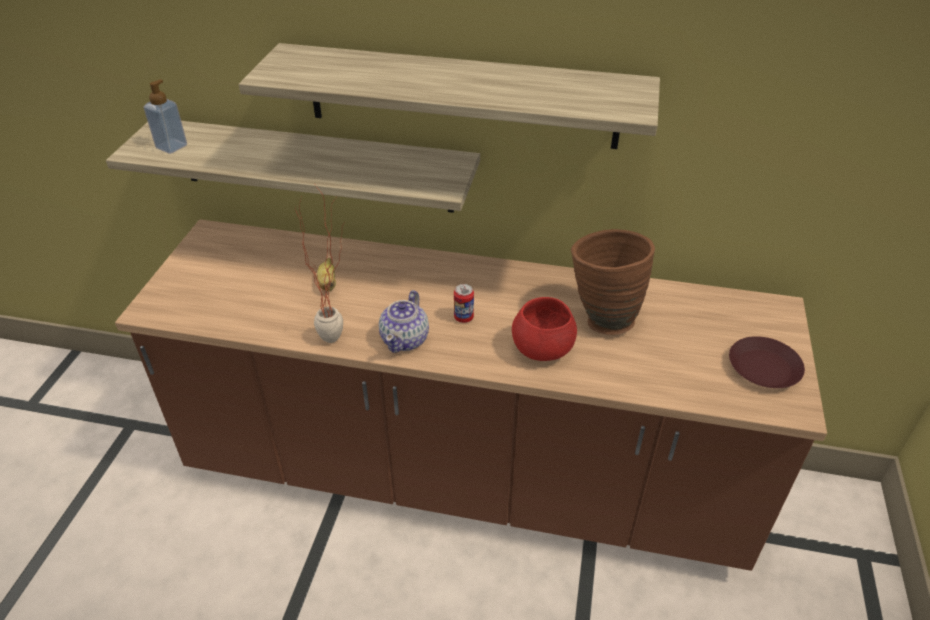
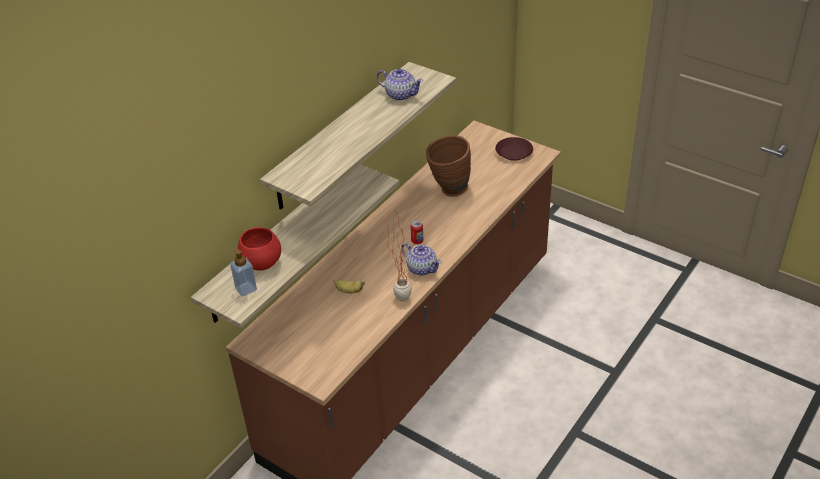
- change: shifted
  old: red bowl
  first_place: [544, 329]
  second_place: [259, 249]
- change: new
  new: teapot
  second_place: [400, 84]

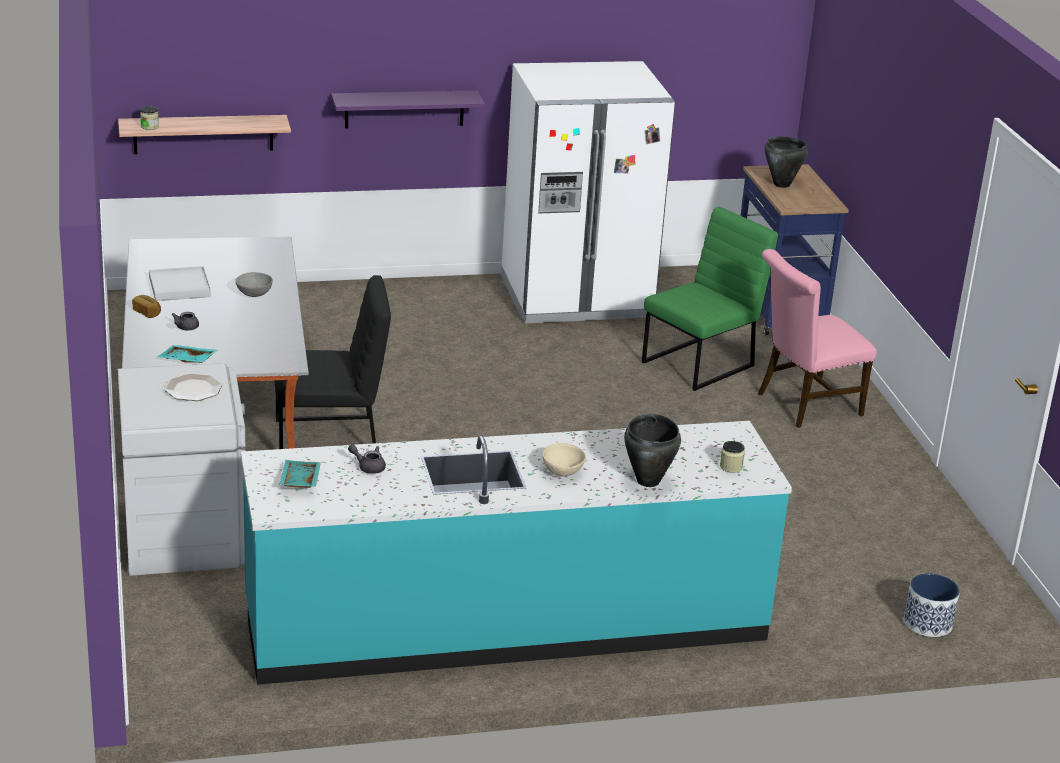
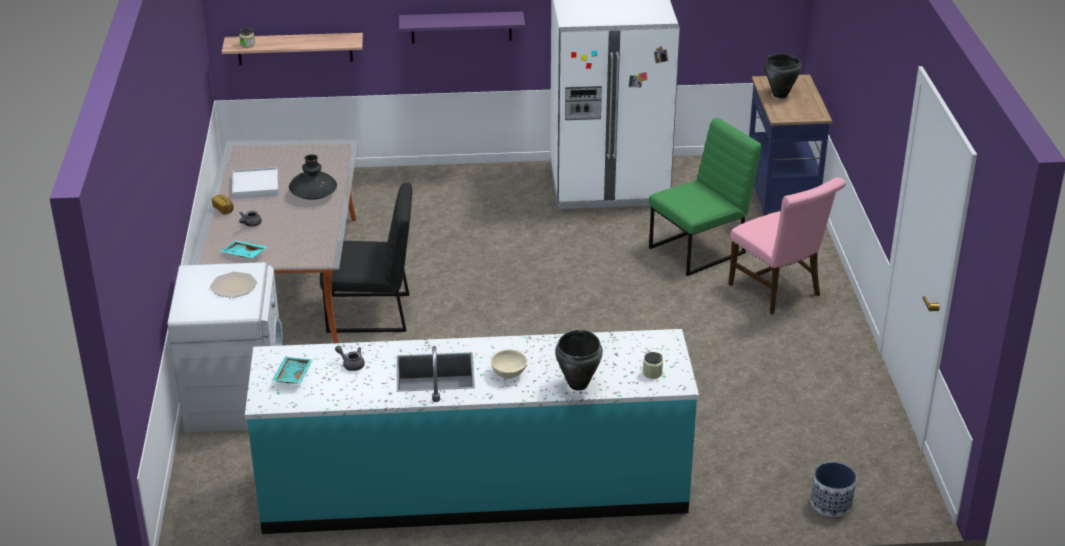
- change: swapped
  old: grey bowl
  new: black vase
  first_place: [254, 284]
  second_place: [313, 177]
- change: rotated
  old: pink chair
  first_place: [817, 338]
  second_place: [787, 246]
  degrees: -105

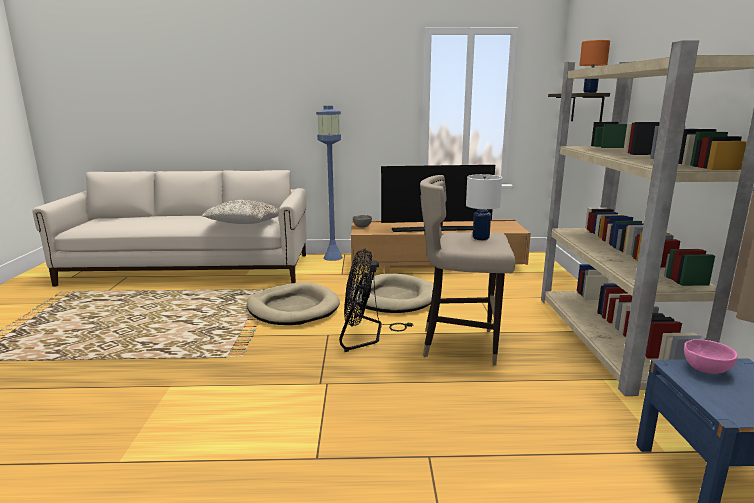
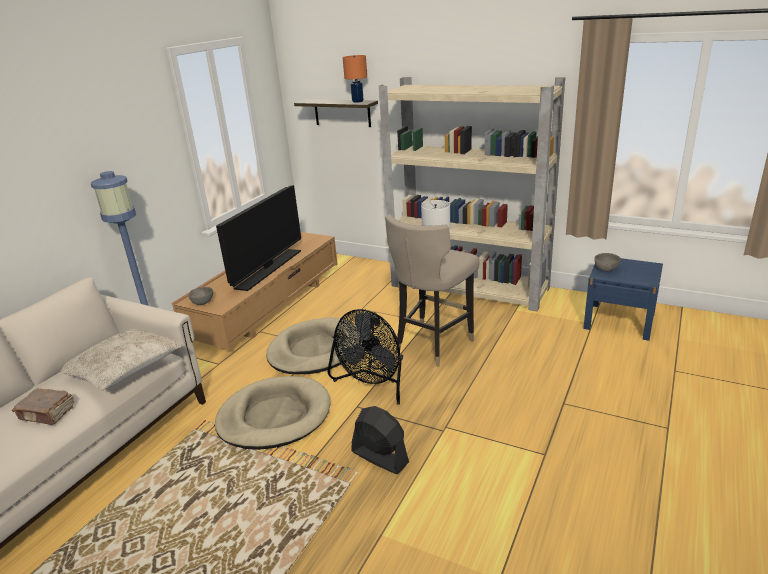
- change: new
  new: brown book
  second_place: [43, 407]
- change: new
  new: black fan
  second_place: [380, 440]
- change: repainted
  old: pink bowl
  new: grey bowl
  first_place: [711, 356]
  second_place: [607, 262]

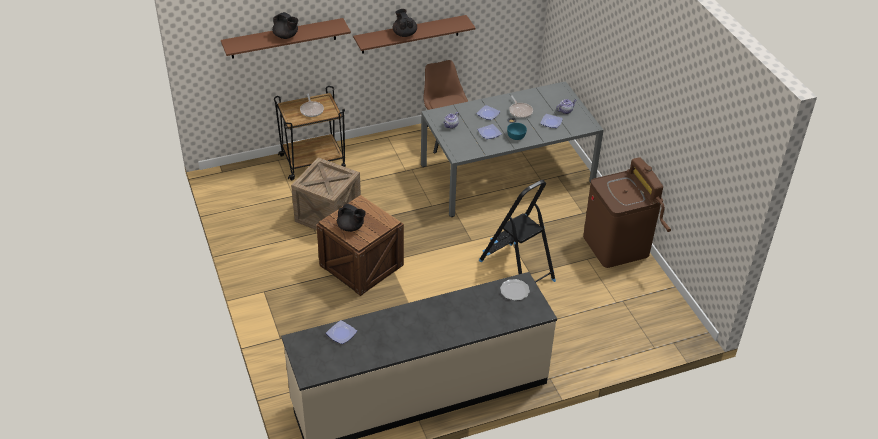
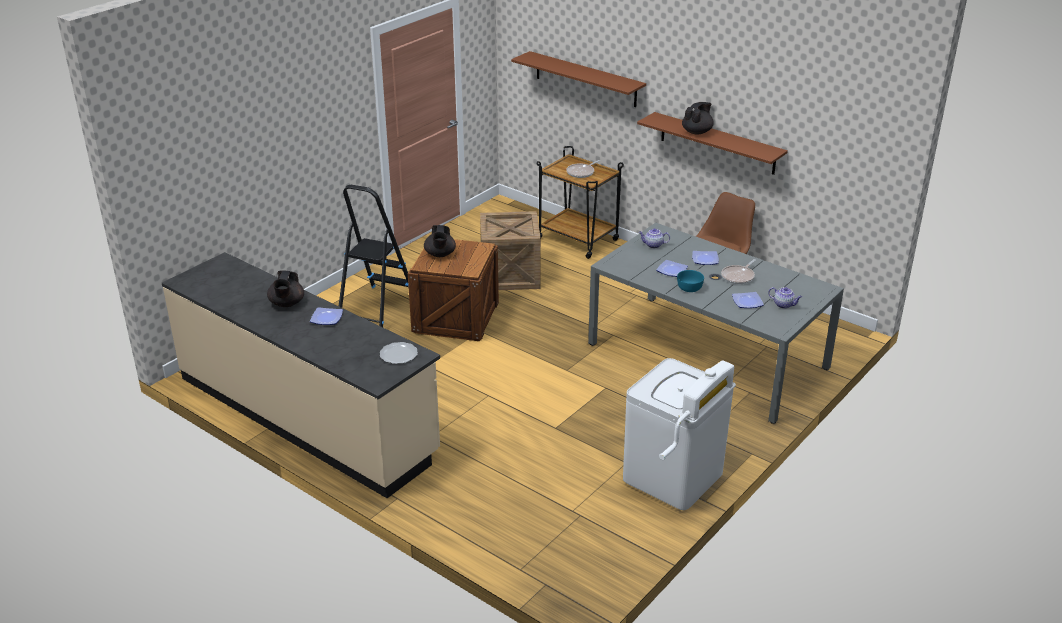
- change: shifted
  old: black teapot
  first_place: [285, 25]
  second_place: [285, 288]
- change: shifted
  old: plate
  first_place: [341, 332]
  second_place: [326, 316]
- change: shifted
  old: black step ladder
  first_place: [517, 231]
  second_place: [373, 256]
- change: repainted
  old: brown washing machine
  new: white washing machine
  first_place: [627, 212]
  second_place: [679, 434]

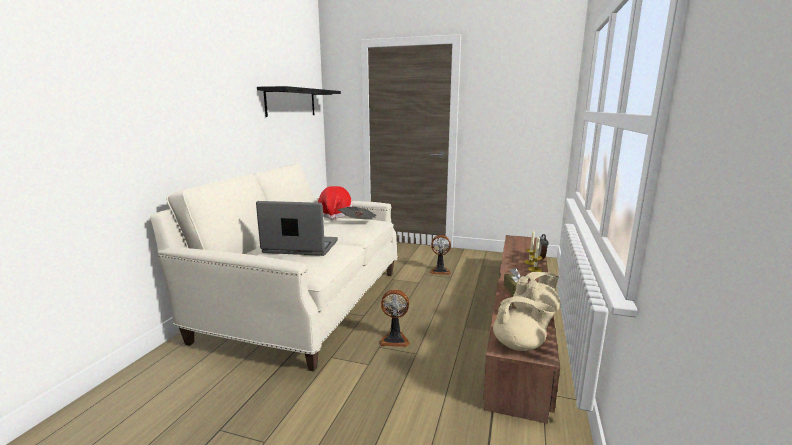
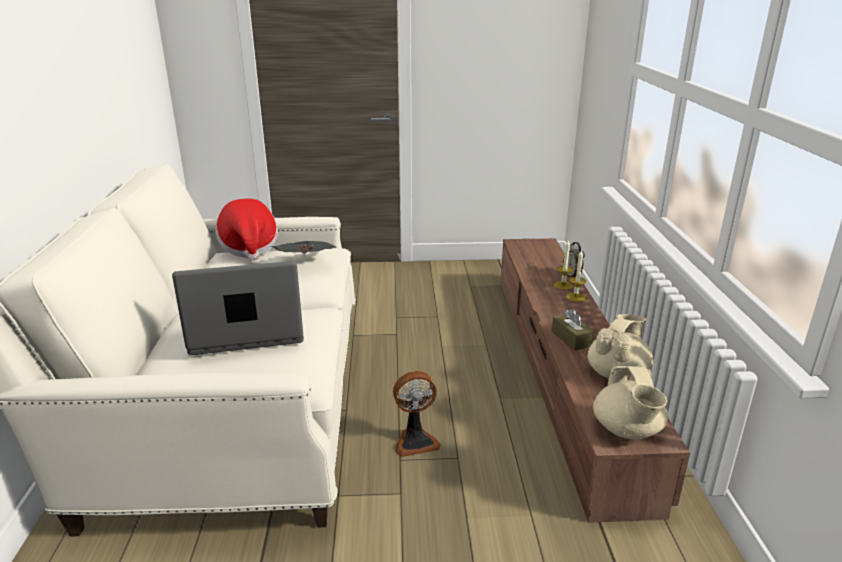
- change: rotated
  old: beige teapot
  first_place: [524, 323]
  second_place: [630, 402]
  degrees: 90
- change: gone
  old: black shelf
  first_place: [299, 101]
- change: gone
  old: fan
  first_place: [440, 255]

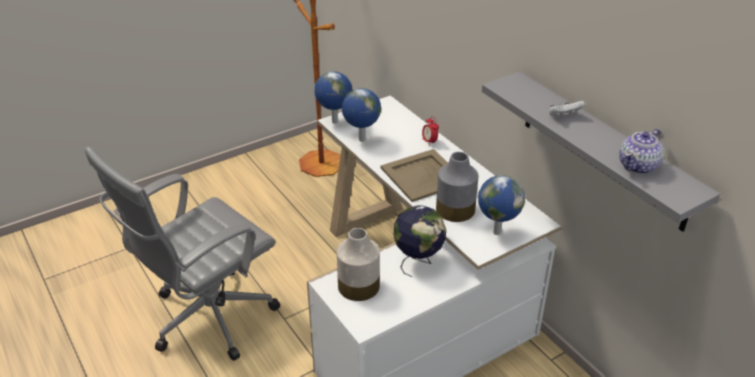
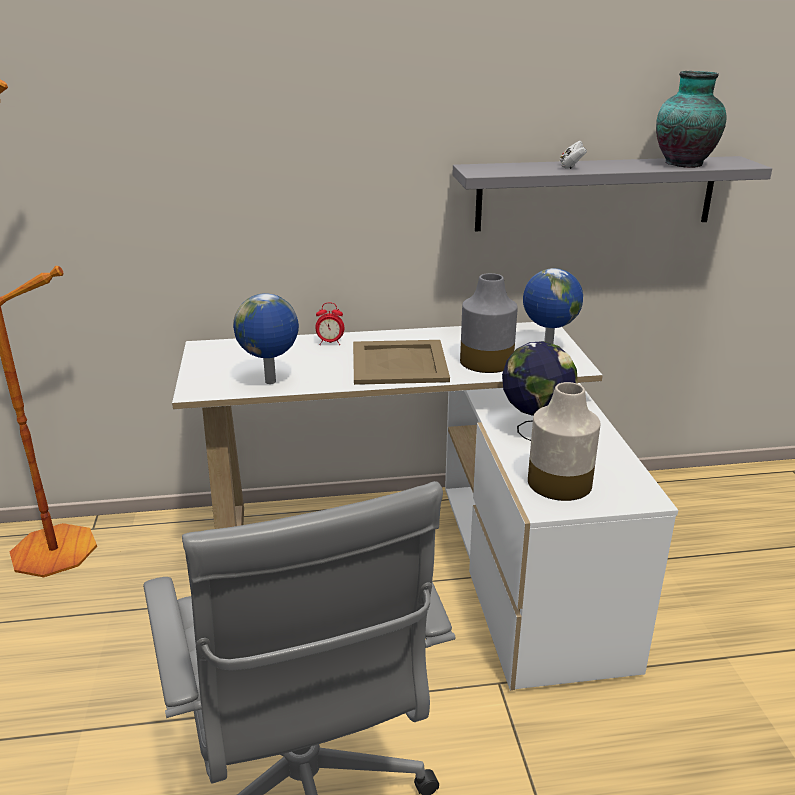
- change: swapped
  old: teapot
  new: vase
  first_place: [641, 151]
  second_place: [691, 119]
- change: gone
  old: globe
  first_place: [333, 97]

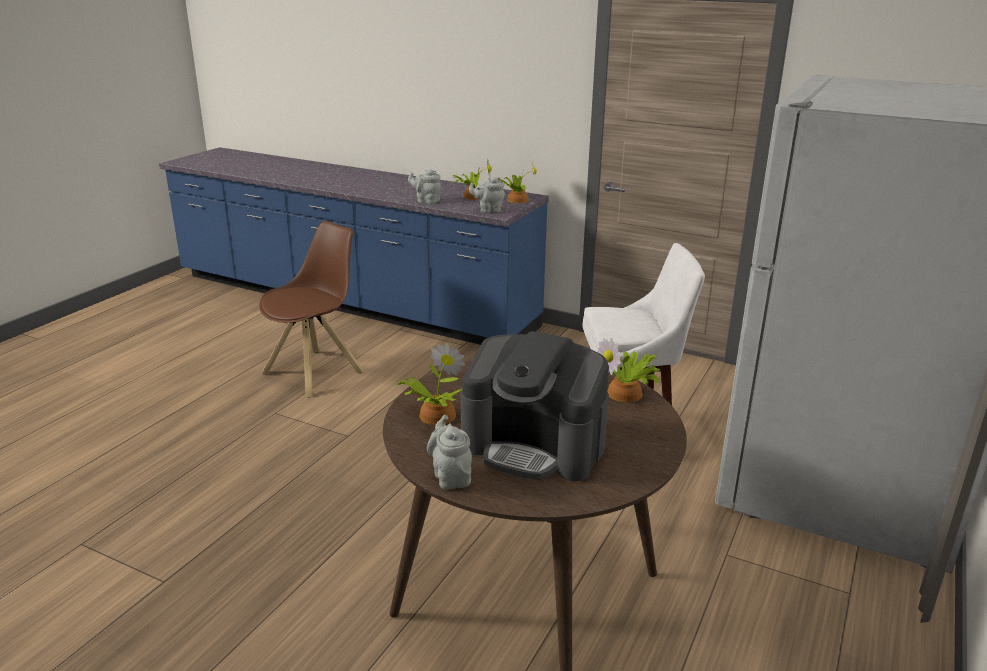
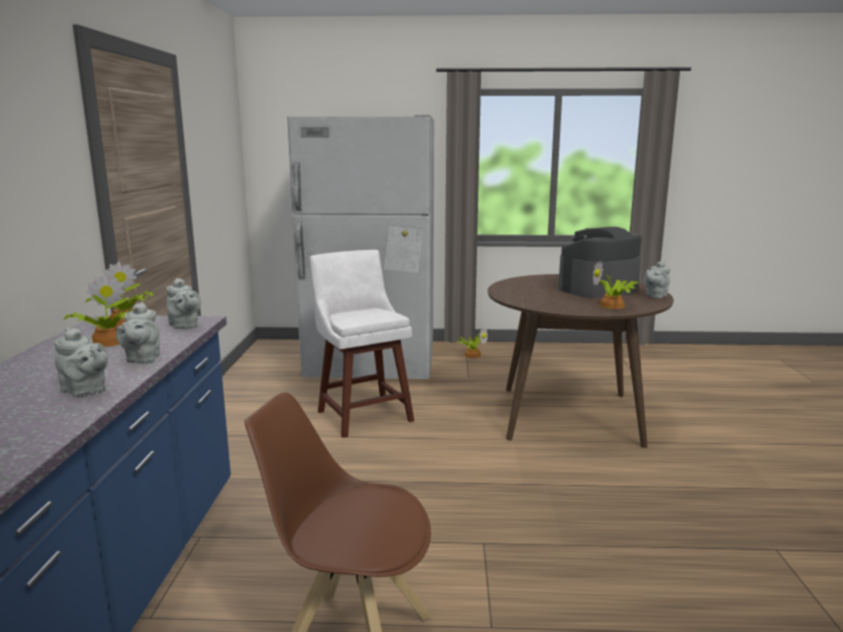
- change: new
  new: grey teapot
  second_place: [81, 362]
- change: shifted
  old: potted plant
  first_place: [628, 370]
  second_place: [472, 342]
- change: rotated
  old: coffee machine
  first_place: [535, 406]
  second_place: [599, 262]
  degrees: -120

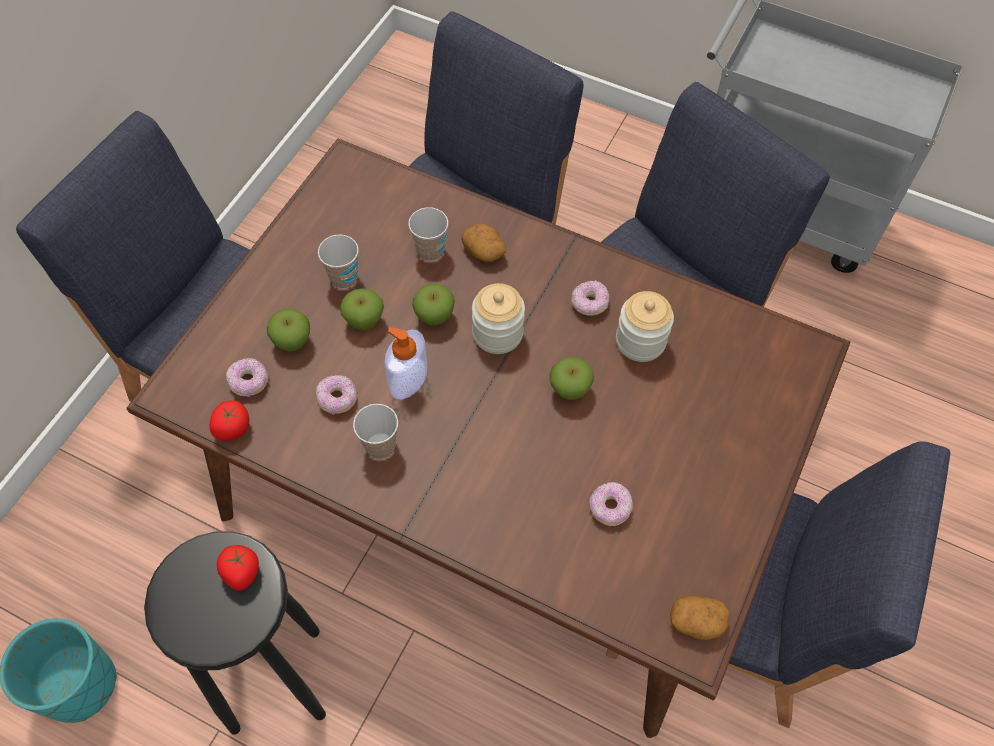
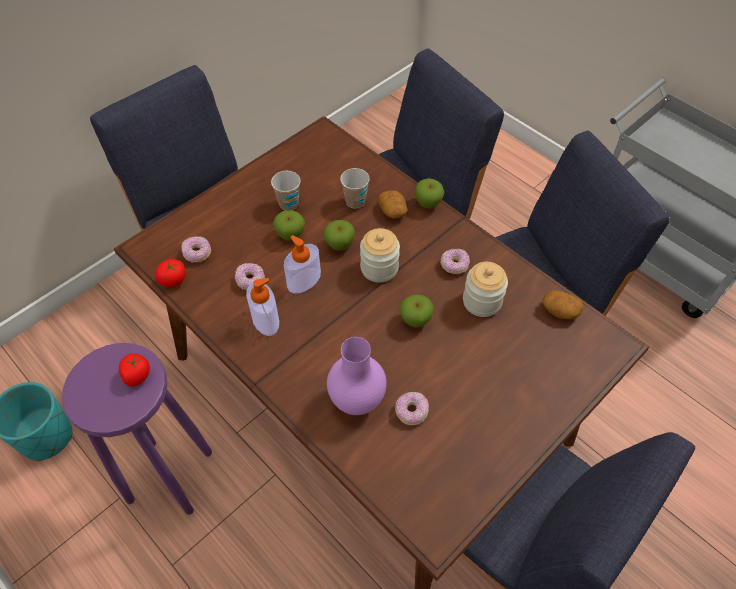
- change: repainted
  old: black stool
  new: purple stool
  first_place: [235, 633]
  second_place: [137, 429]
- change: swapped
  old: cup
  new: soap dispenser
  first_place: [375, 431]
  second_place: [262, 307]
- change: new
  new: purple vase
  second_place: [357, 376]
- change: shifted
  old: apple
  first_place: [288, 330]
  second_place: [429, 193]
- change: shifted
  old: potato
  first_place: [699, 617]
  second_place: [563, 305]

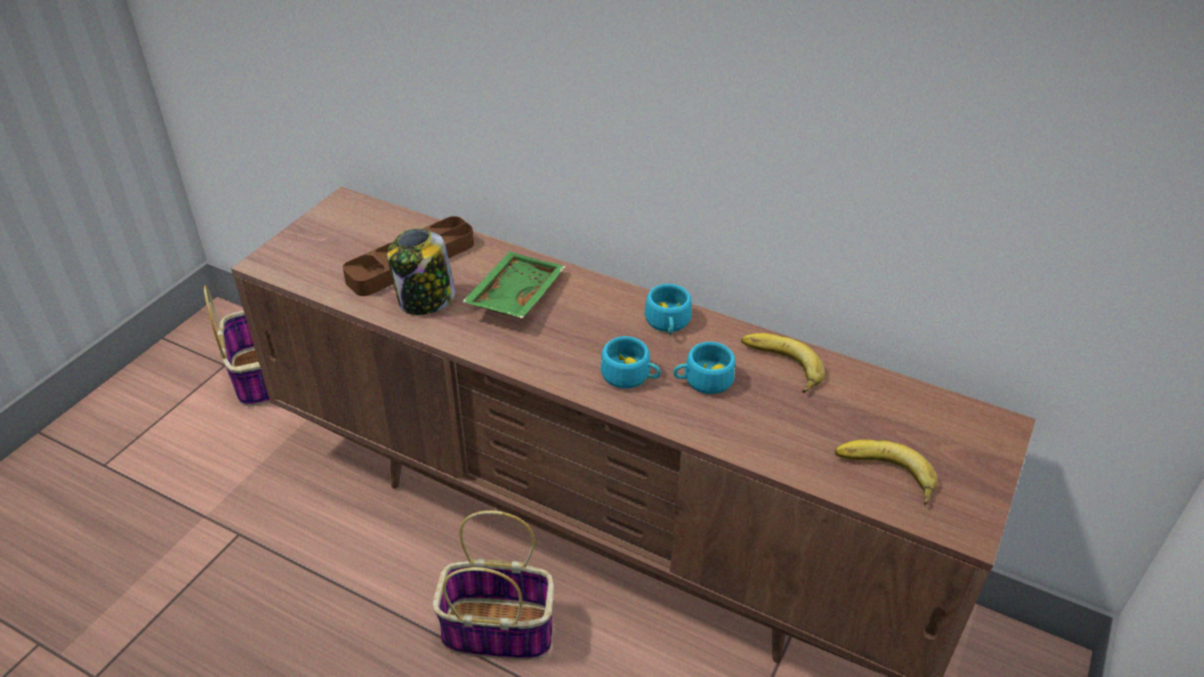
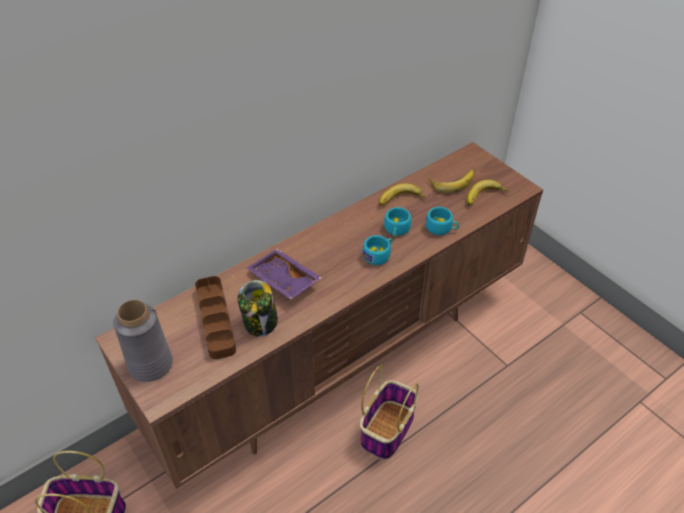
- change: new
  new: grey vase
  second_place: [143, 341]
- change: repainted
  old: green tray
  new: purple tray
  first_place: [514, 284]
  second_place: [284, 274]
- change: shifted
  old: turquoise cup
  first_place: [668, 309]
  second_place: [442, 221]
- change: new
  new: banana
  second_place: [451, 181]

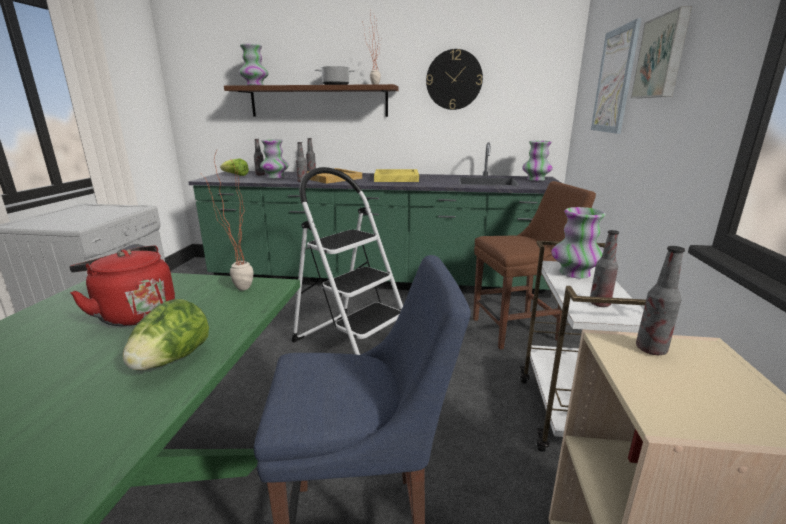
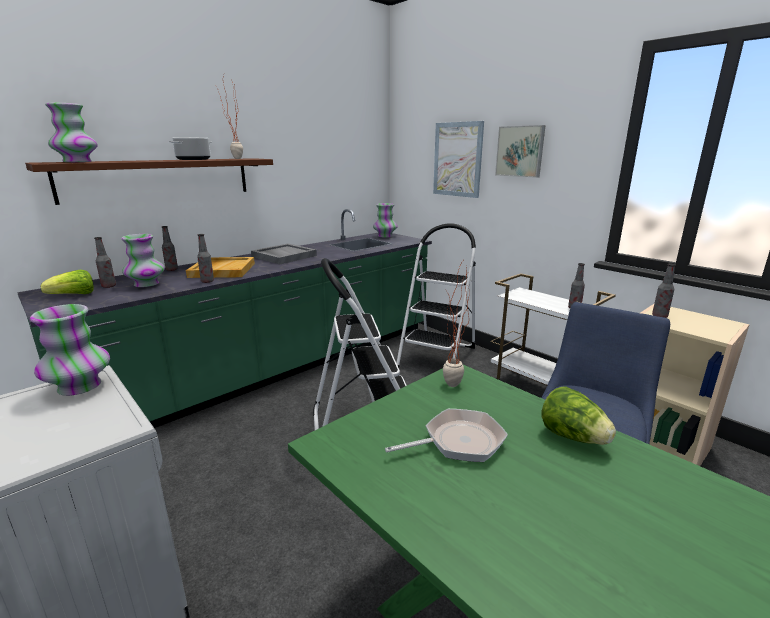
- change: shifted
  old: vase
  first_place: [578, 242]
  second_place: [70, 350]
- change: repainted
  old: yellow tray
  new: grey tray
  first_place: [396, 175]
  second_place: [284, 254]
- change: swapped
  old: red kettle
  new: frying pan
  first_place: [122, 285]
  second_place: [446, 435]
- change: swapped
  old: brown chair
  new: step ladder
  first_place: [534, 265]
  second_place: [436, 295]
- change: gone
  old: wall clock
  first_place: [454, 79]

